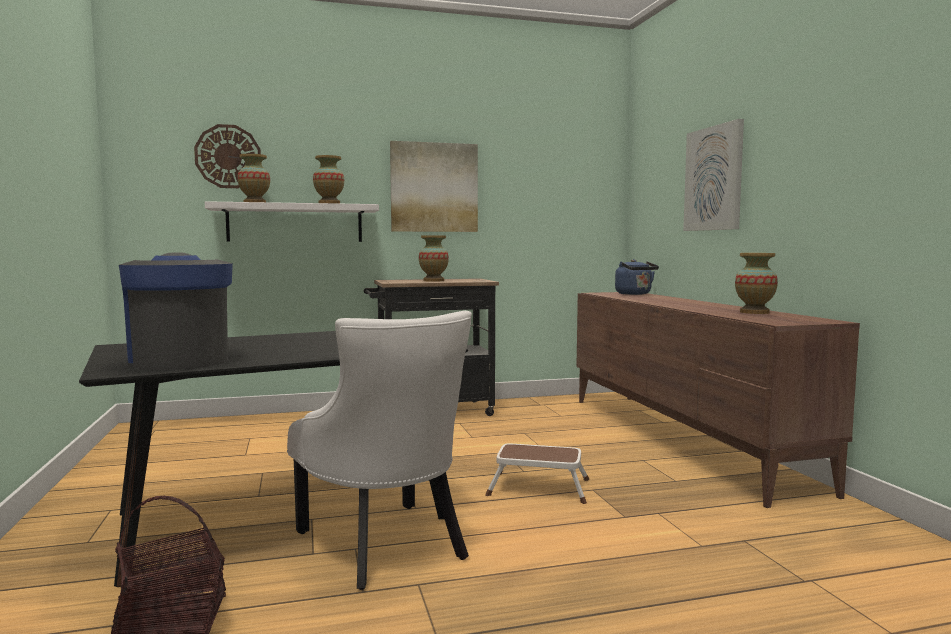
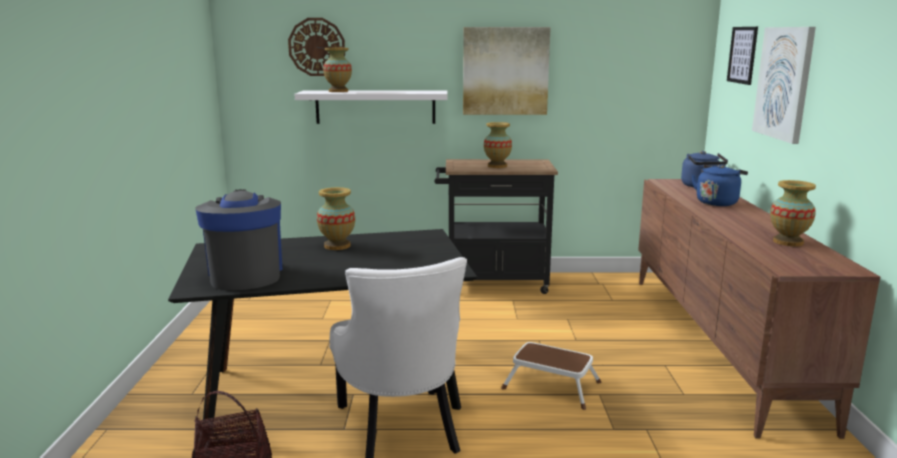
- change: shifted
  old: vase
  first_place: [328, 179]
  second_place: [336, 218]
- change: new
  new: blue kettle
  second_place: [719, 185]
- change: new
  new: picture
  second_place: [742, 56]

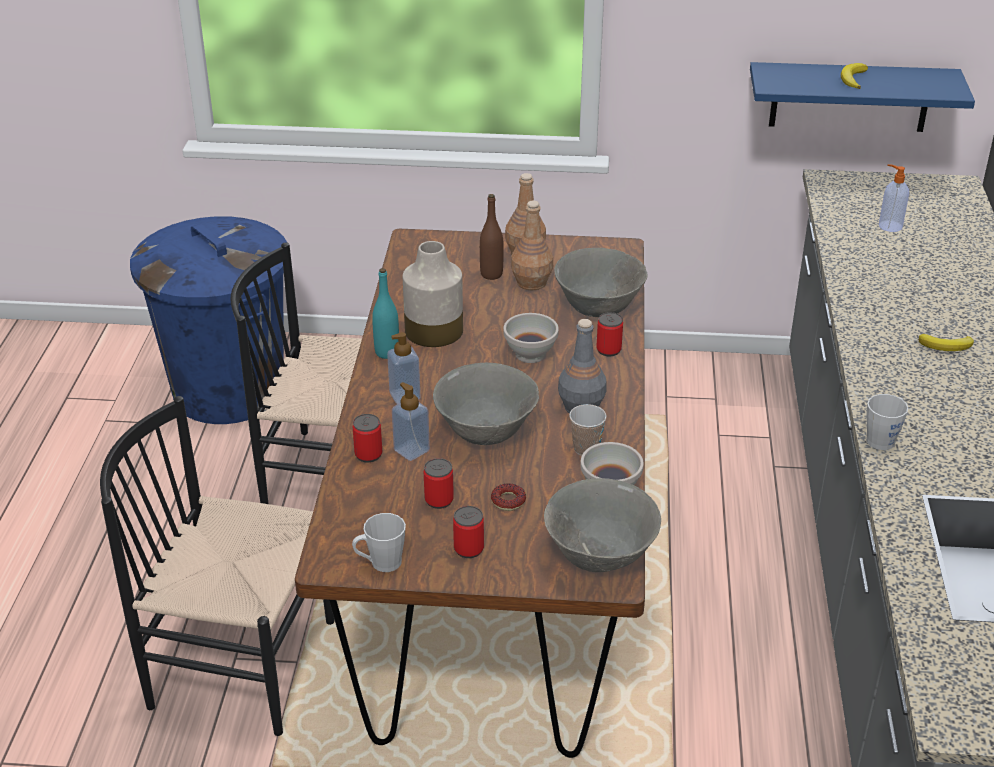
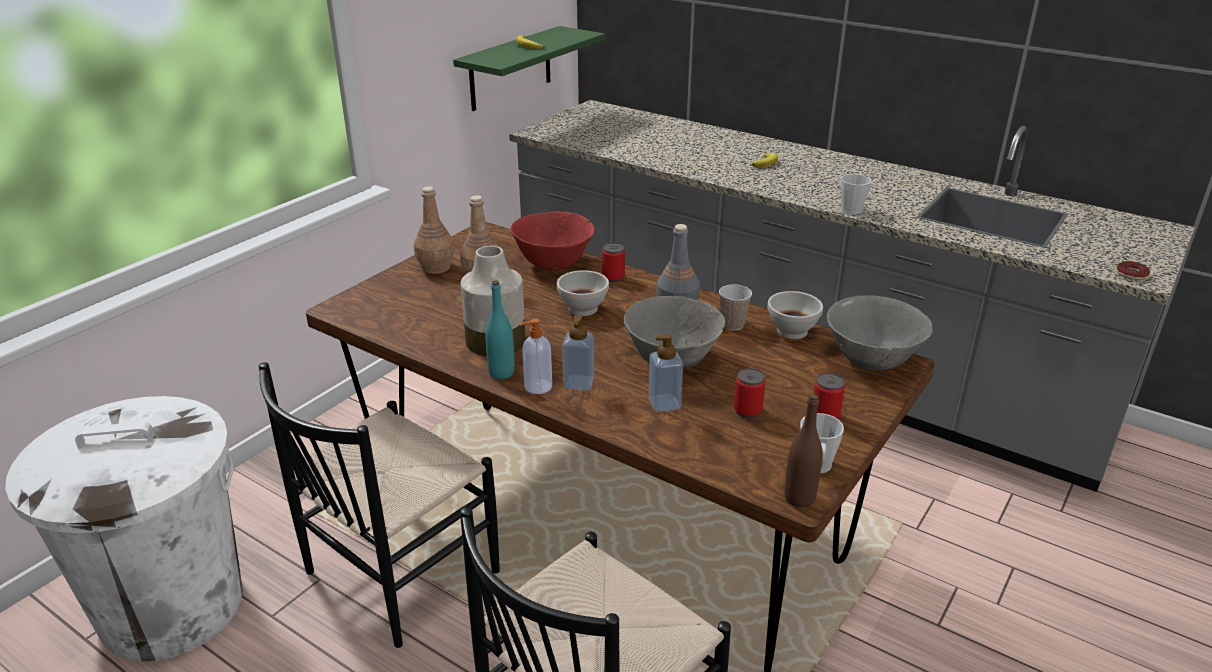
- change: repainted
  old: blue trash can
  new: white trash can
  first_place: [208, 320]
  second_place: [124, 528]
- change: repainted
  old: blue shelf
  new: green shelf
  first_place: [862, 97]
  second_place: [529, 68]
- change: repainted
  old: grey bowl
  new: red bowl
  first_place: [601, 282]
  second_place: [552, 241]
- change: shifted
  old: soap dispenser
  first_place: [894, 198]
  second_place: [535, 356]
- change: shifted
  old: brown bottle
  first_place: [492, 237]
  second_place: [803, 451]
- change: shifted
  old: donut
  first_place: [508, 497]
  second_place: [1133, 270]
- change: gone
  old: can
  first_place: [367, 438]

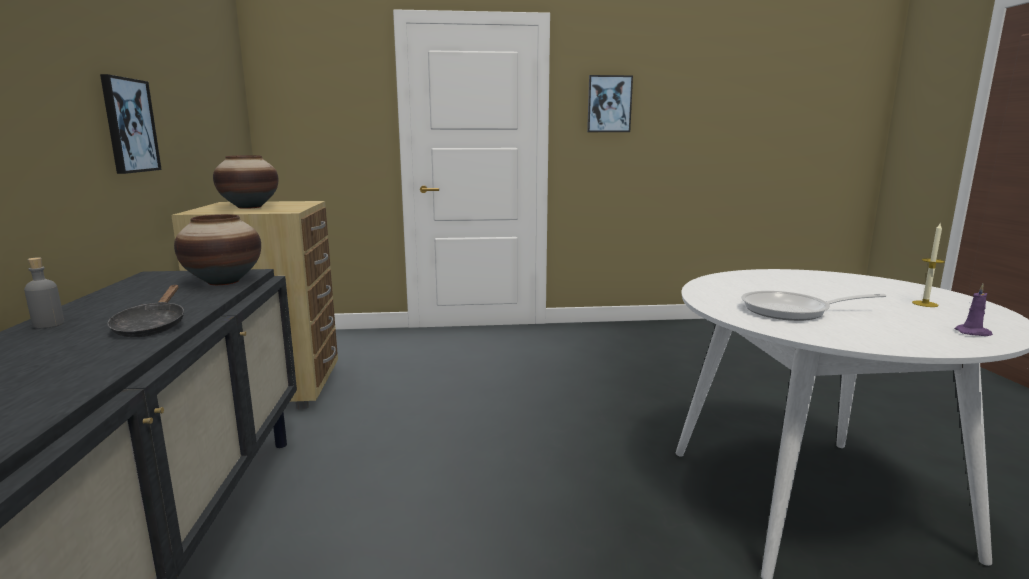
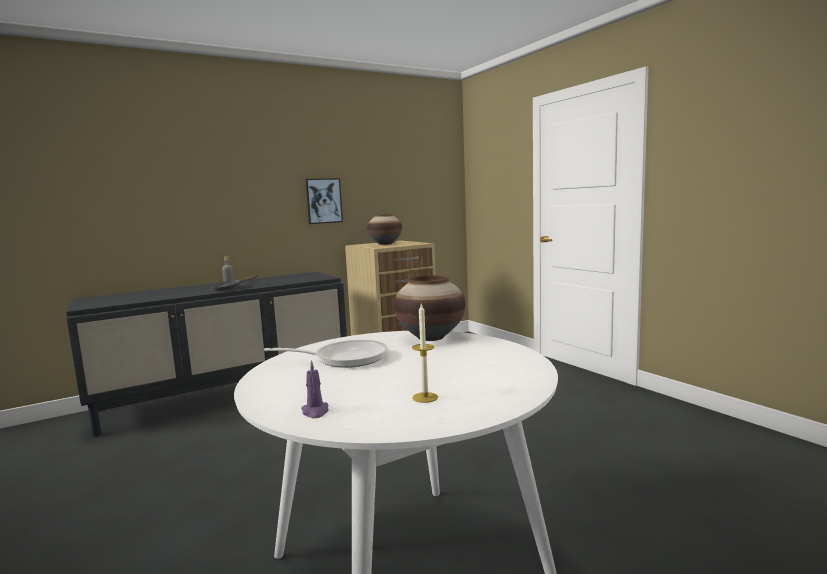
- change: rotated
  old: frying pan
  first_place: [813, 306]
  second_place: [326, 354]
  degrees: 105
- change: shifted
  old: vase
  first_place: [217, 249]
  second_place: [430, 308]
- change: gone
  old: picture
  first_place: [610, 103]

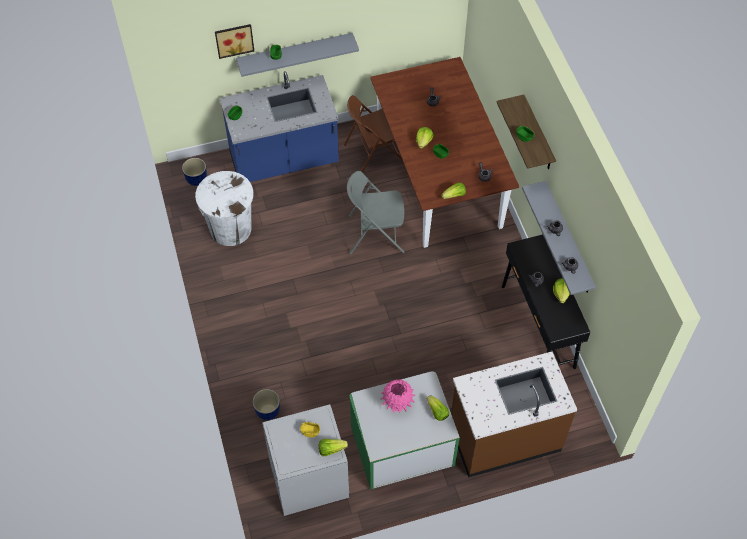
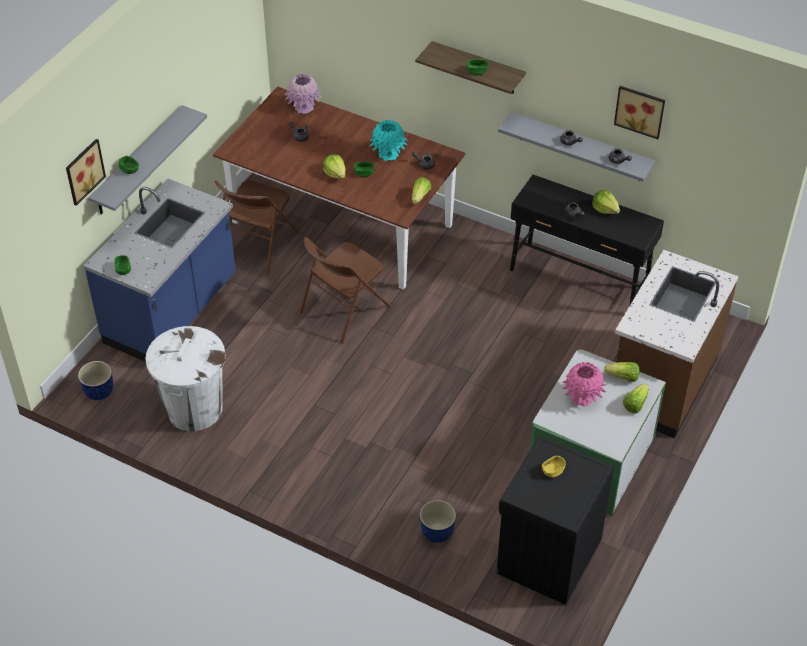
- change: new
  new: pink vase
  second_place: [303, 93]
- change: repainted
  old: grey chair
  new: brown chair
  first_place: [375, 212]
  second_place: [345, 290]
- change: new
  new: turquoise vase
  second_place: [388, 140]
- change: repainted
  old: white washing machine
  new: black washing machine
  first_place: [305, 460]
  second_place: [555, 520]
- change: new
  new: picture
  second_place: [639, 112]
- change: shifted
  old: lettuce
  first_place: [333, 447]
  second_place: [636, 399]

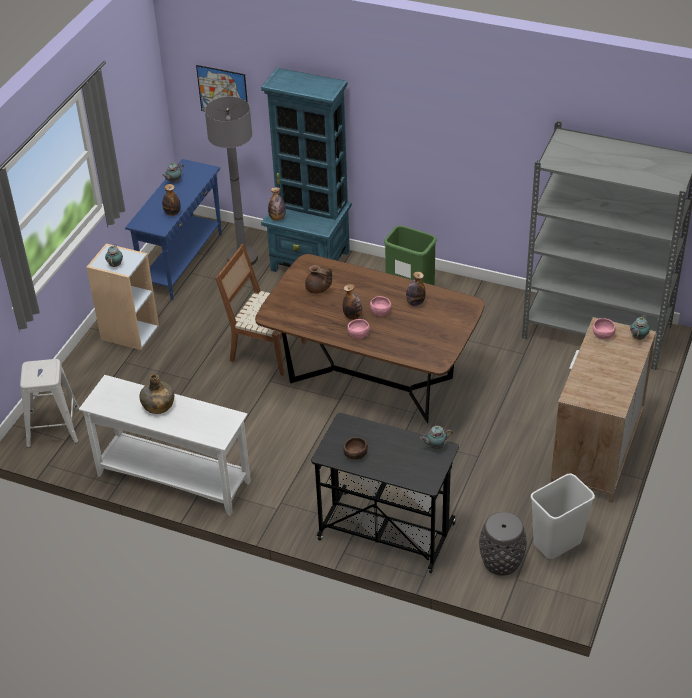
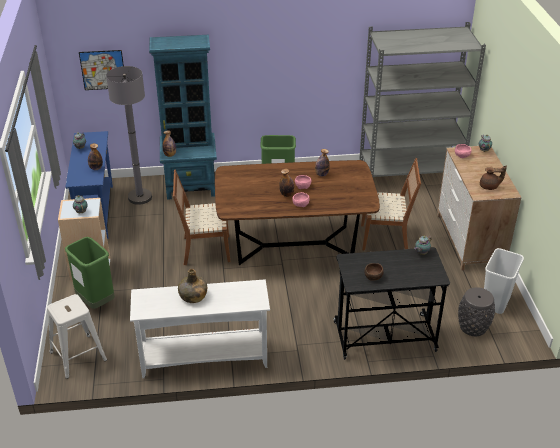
- change: new
  new: green trash can
  second_place: [90, 273]
- change: new
  new: chair
  second_place: [391, 204]
- change: shifted
  old: brown teapot
  first_place: [318, 279]
  second_place: [493, 178]

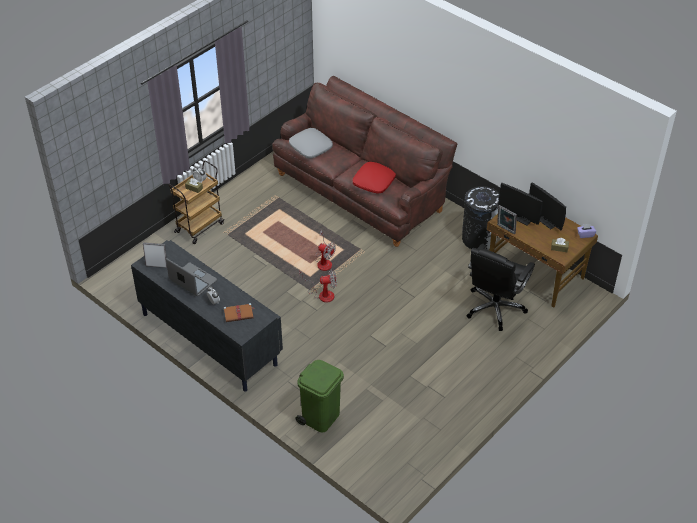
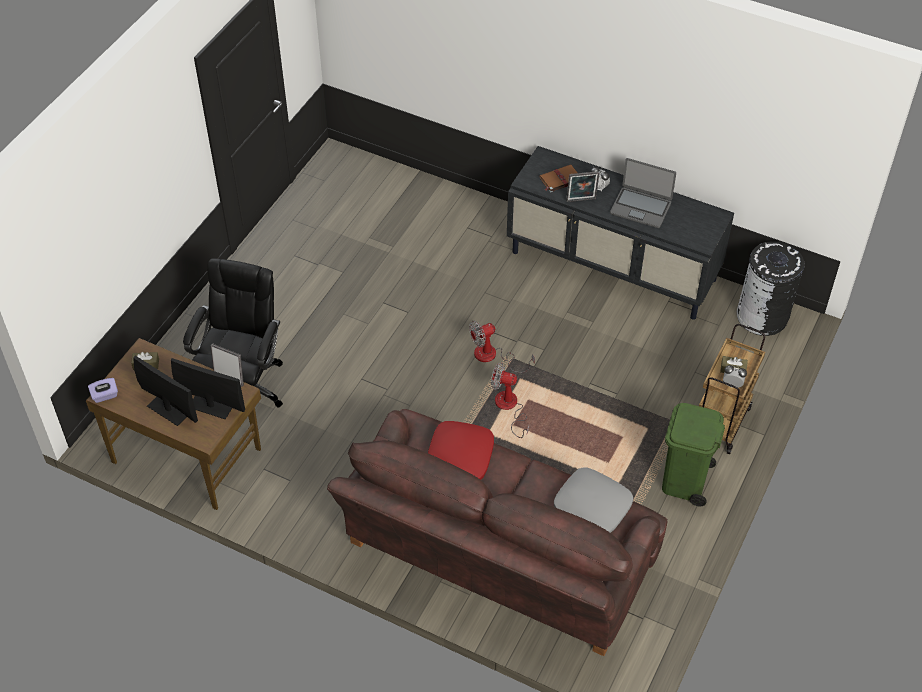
- change: shifted
  old: picture frame
  first_place: [155, 255]
  second_place: [583, 186]
- change: shifted
  old: green trash can
  first_place: [319, 396]
  second_place: [693, 454]
- change: shifted
  old: black trash can
  first_place: [480, 218]
  second_place: [771, 288]

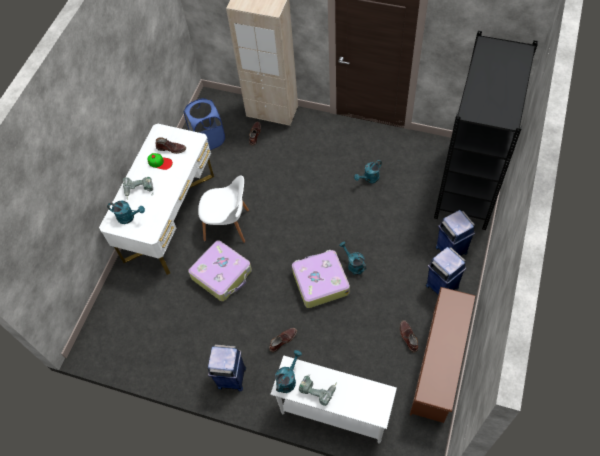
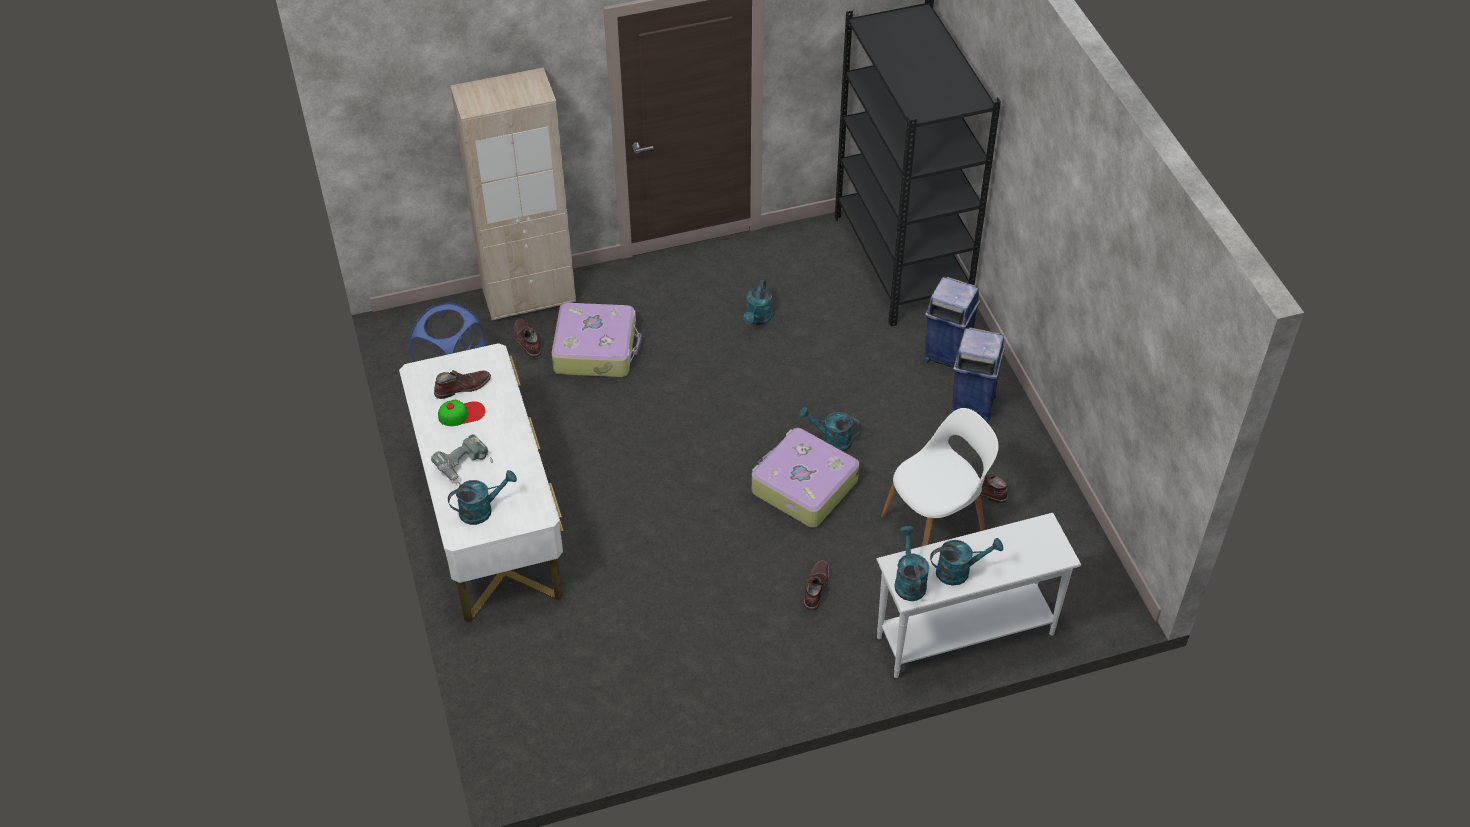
- change: shifted
  old: suitcase
  first_place: [220, 270]
  second_place: [597, 340]
- change: shifted
  old: white chair
  first_place: [223, 209]
  second_place: [940, 477]
- change: swapped
  old: power drill
  new: turquoise watering can
  first_place: [318, 390]
  second_place: [966, 562]
- change: gone
  old: blue trash can
  first_place: [227, 367]
- change: gone
  old: brown shoe rack
  first_place: [443, 355]

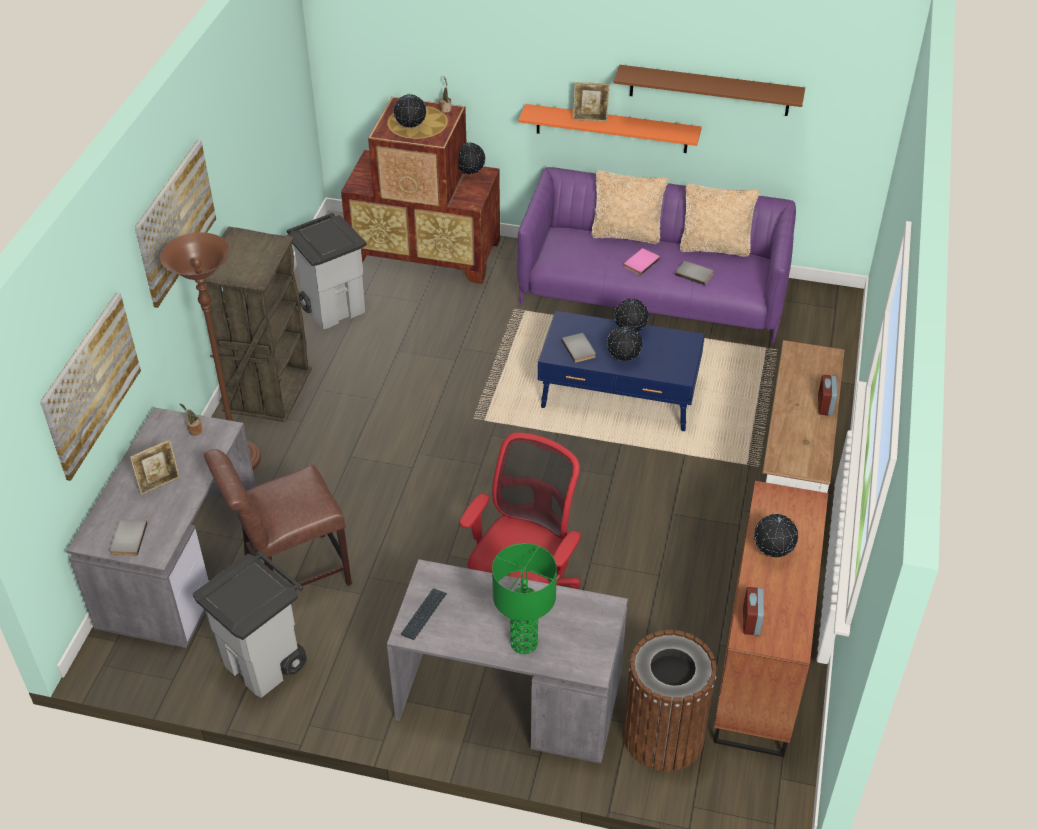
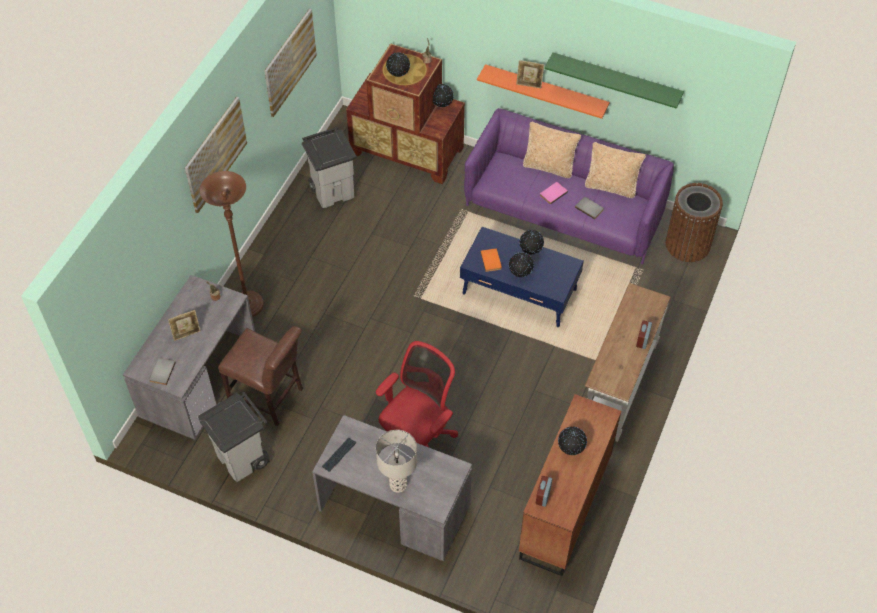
- change: rotated
  old: brown chair
  first_place: [278, 518]
  second_place: [260, 376]
  degrees: -135
- change: shifted
  old: picture
  first_place: [90, 386]
  second_place: [290, 63]
- change: repainted
  old: green table lamp
  new: white table lamp
  first_place: [524, 598]
  second_place: [396, 461]
- change: repainted
  old: grey book
  new: orange book
  first_place: [578, 348]
  second_place: [491, 260]
- change: repainted
  old: brown shelf
  new: green shelf
  first_place: [709, 90]
  second_place: [614, 80]
- change: shifted
  old: brown trash can
  first_place: [669, 701]
  second_place: [694, 222]
- change: gone
  old: brown bookcase
  first_place: [253, 324]

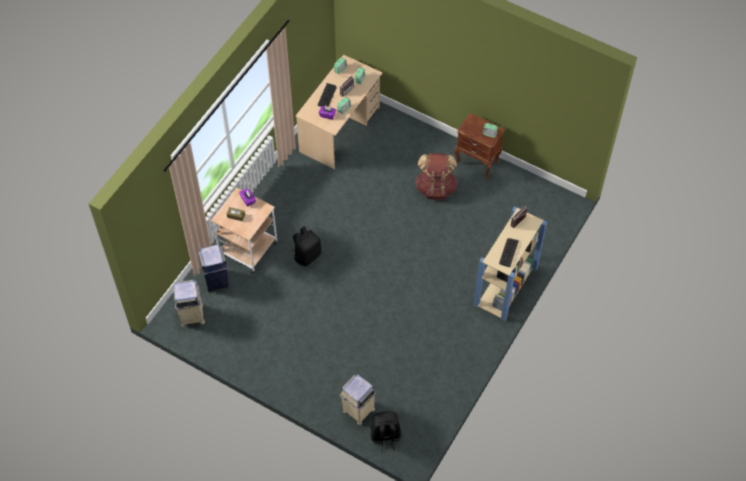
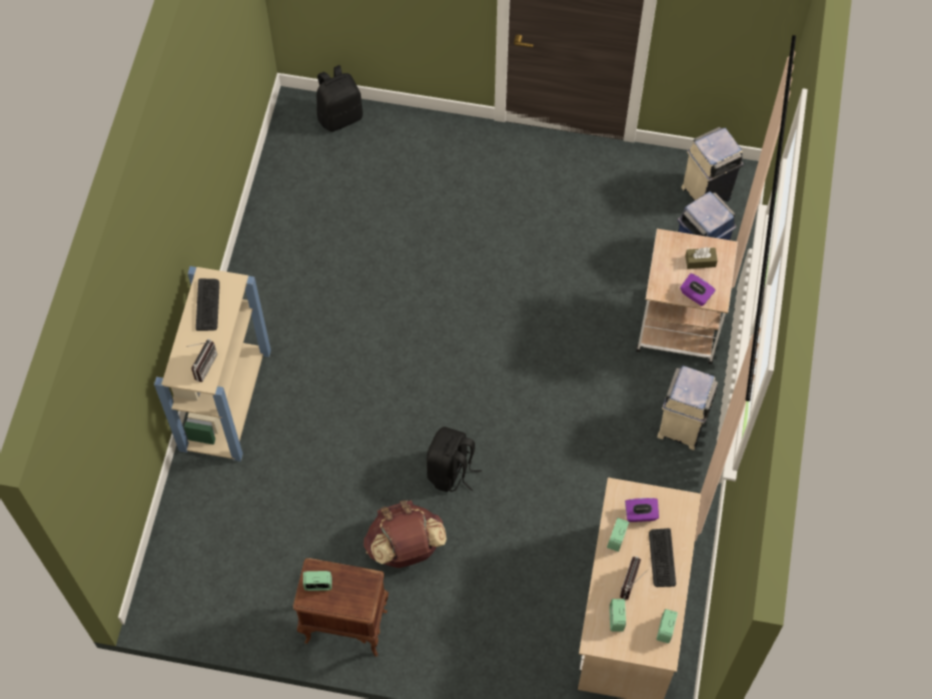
- change: shifted
  old: black backpack
  first_place: [306, 246]
  second_place: [454, 459]
- change: shifted
  old: beige trash can
  first_place: [358, 399]
  second_place: [687, 408]

